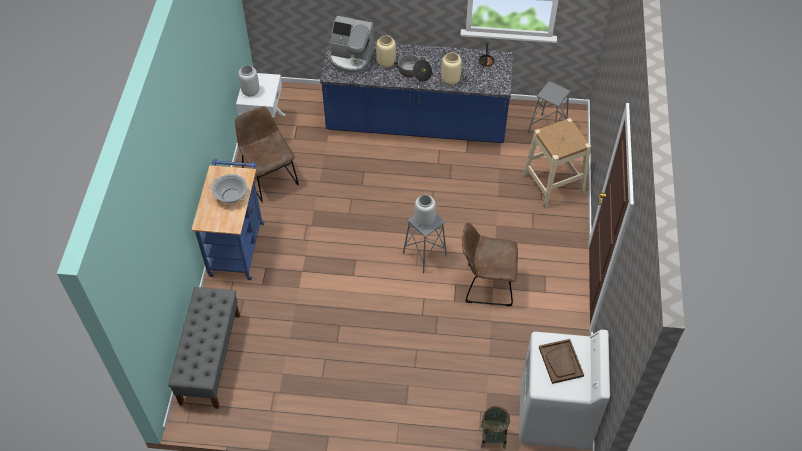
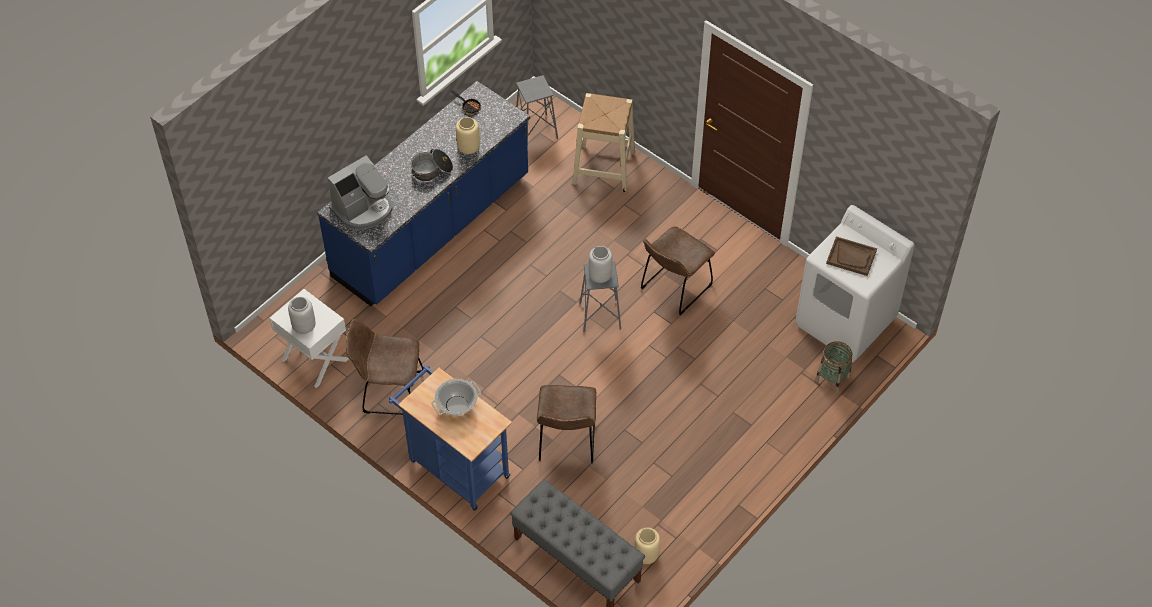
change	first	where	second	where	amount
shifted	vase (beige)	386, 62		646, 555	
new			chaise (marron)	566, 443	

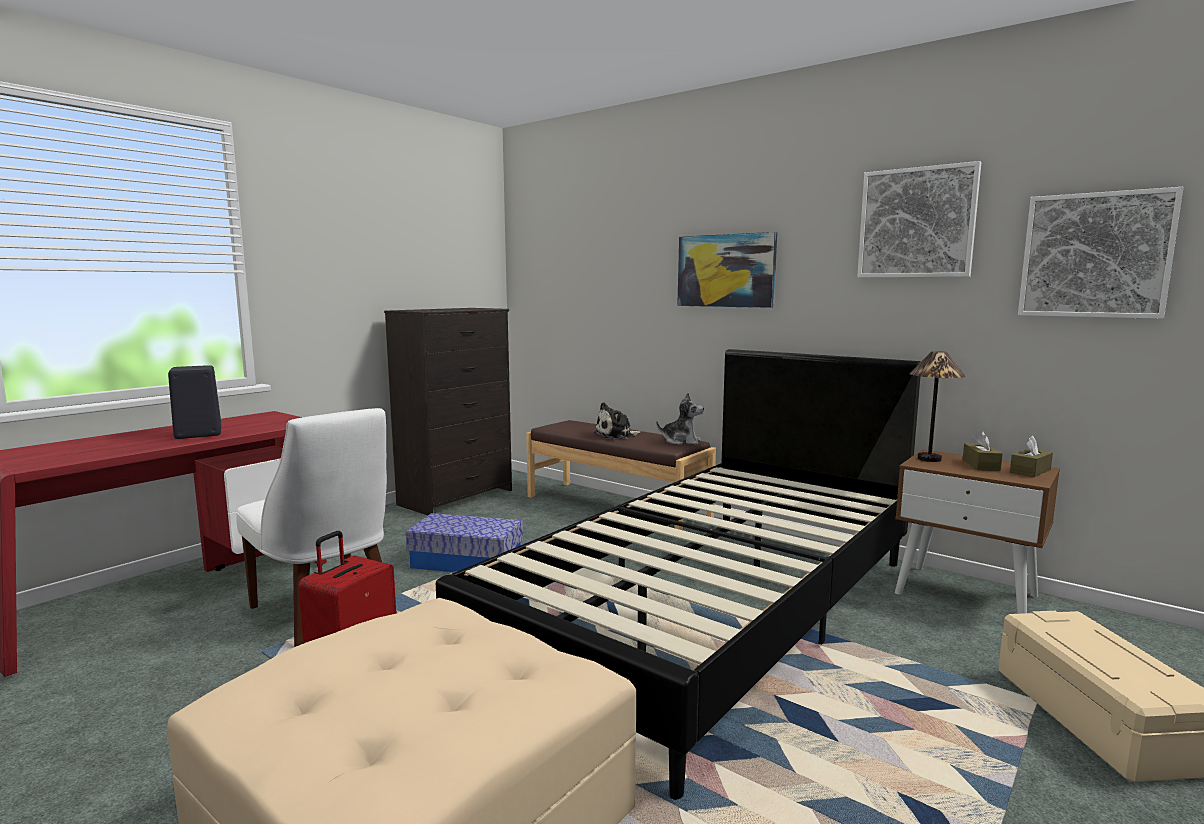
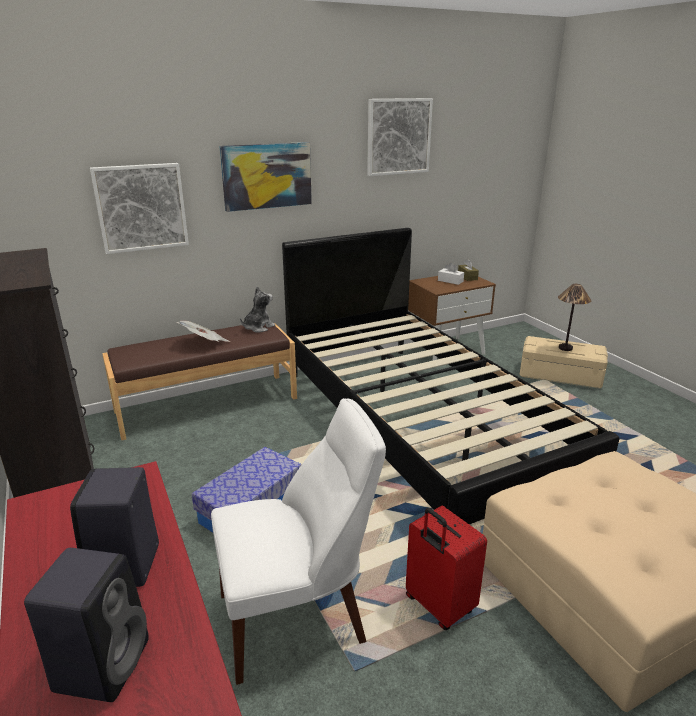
change	first	where	second	where	amount
shifted	tableau	1095, 255		141, 207	
shifted	lampe de table	929, 459		565, 348	
swapped	peluche	617, 435	journal	205, 343	
repainted	boîte à mouchoirs (marron)	981, 465	boîte à mouchoirs (blanc)	450, 281	
new			enceinte (noir)	103, 662	

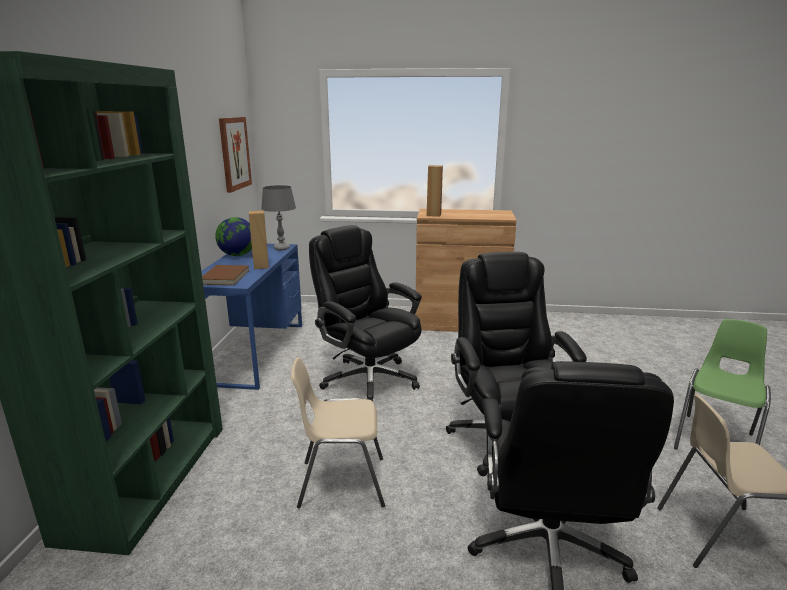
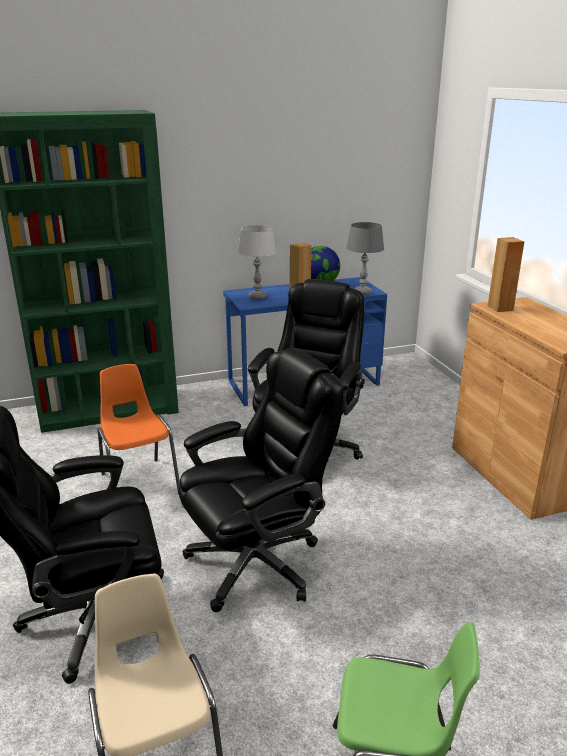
change	first	where	second	where	amount
gone	tableau	234, 153			
swapped	livre (marron)	226, 277	lampe de table (gris)	258, 297	
repainted	chaise (beige)	341, 482	chaise (orange)	139, 483	

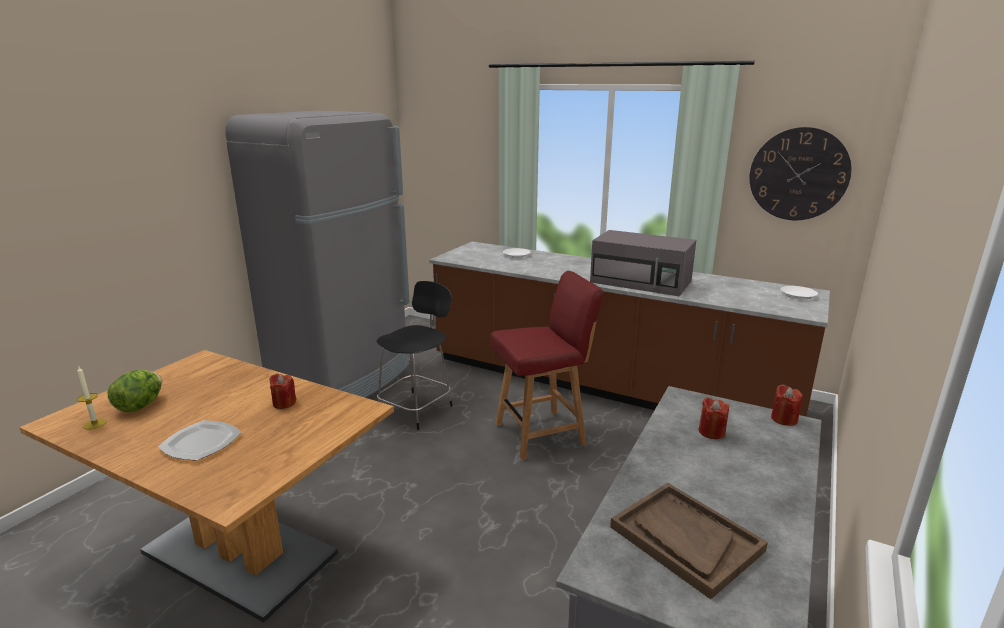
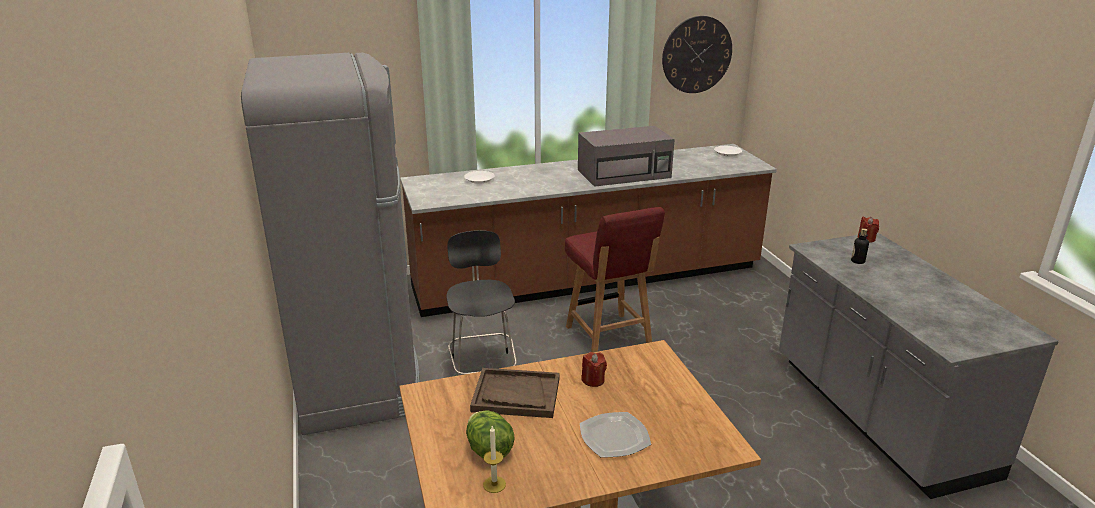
change	first	where	second	where	amount
rotated	chaise (rouge)	542, 433		609, 337	135 degrees clockwise
swapped	bougie (rouge)	711, 432	bouteille	857, 261	
shifted	plateau (marron)	685, 539		516, 395	

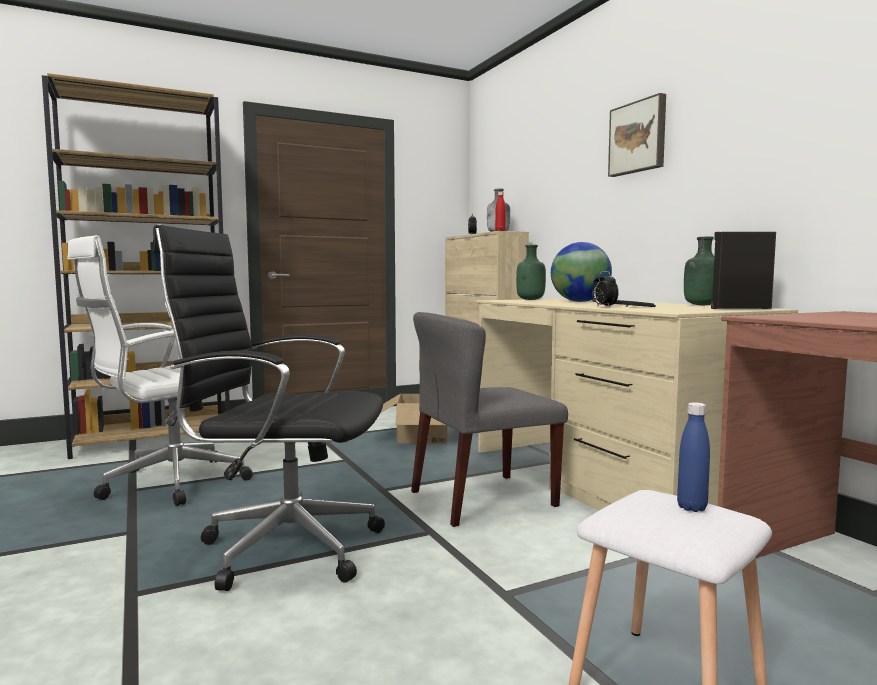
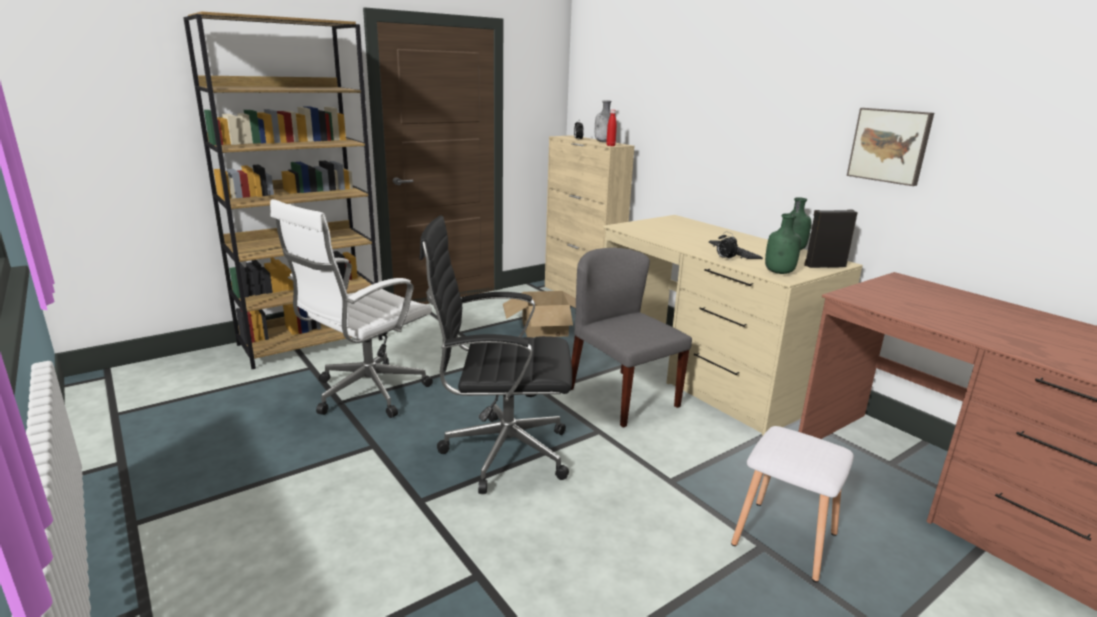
change	first	where	second	where	amount
shifted	tableau	638, 137		890, 145	
gone	globe	580, 301			
shifted	bouteille (vert)	531, 299		779, 272	
rotated	chaise (gris)	482, 499		622, 397	90 degrees clockwise
gone	bouteille (bleu)	692, 507			

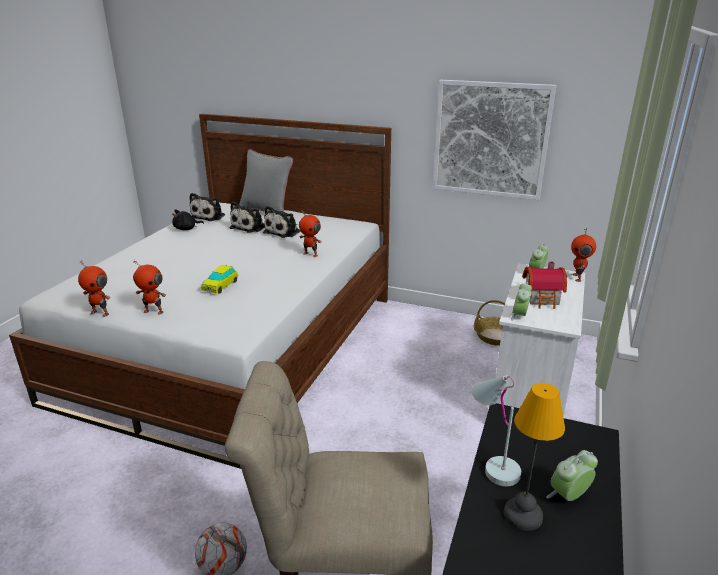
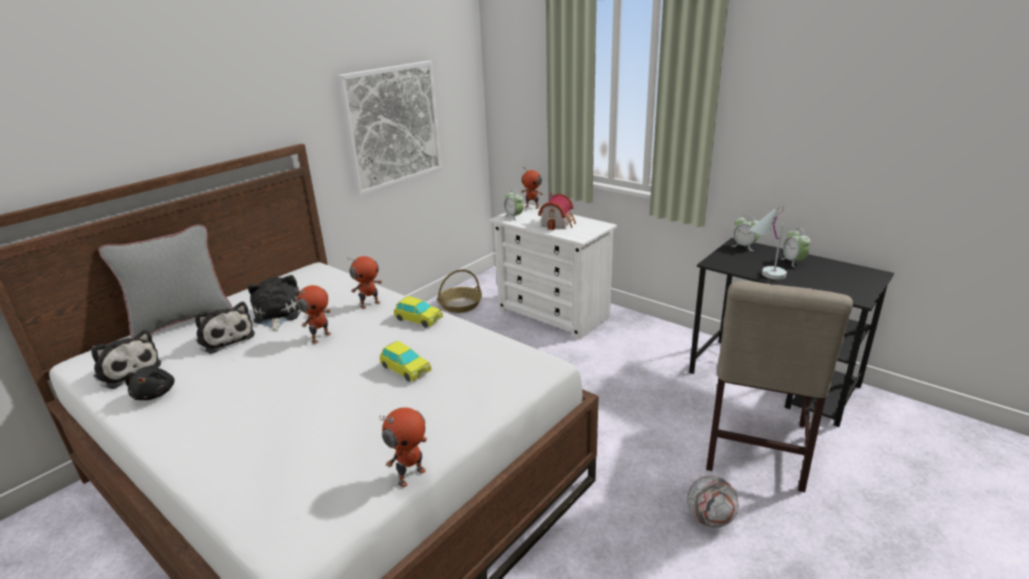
change	first	where	second	where	amount
rotated	peluche	284, 232		277, 315	150 degrees counterclockwise
shifted	robot jouet	154, 311		320, 337	
shifted	réveil	519, 316		744, 246	
gone	lampe de table	524, 514			
new			petite voiture	419, 319	

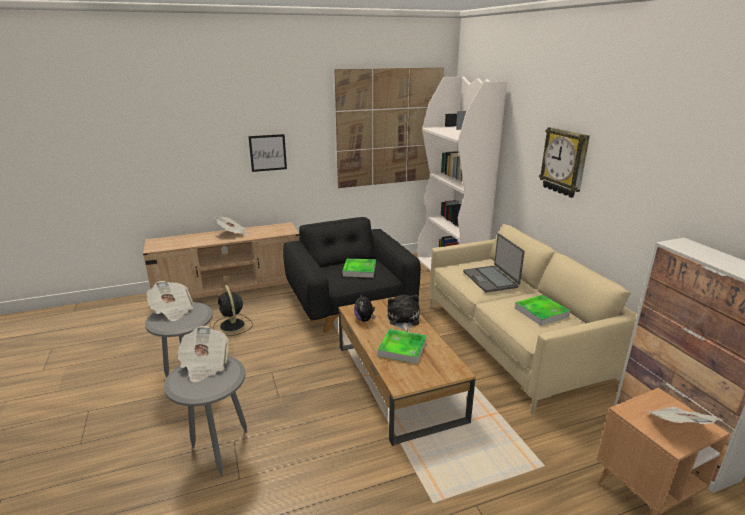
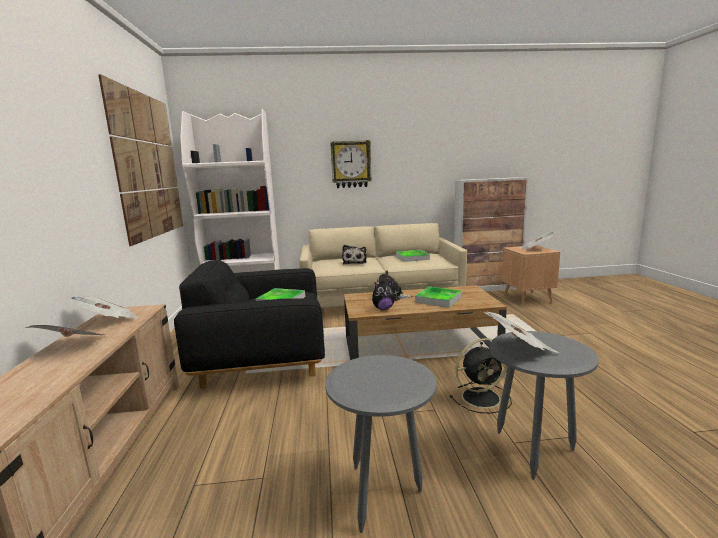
change	first	where	second	where	amount
gone	tableau	268, 152			
swapped	ordinateur portable	491, 279	peluche	355, 262	
shifted	journal	172, 310		109, 321	
shifted	ventilateur (noir)	232, 326		482, 397	

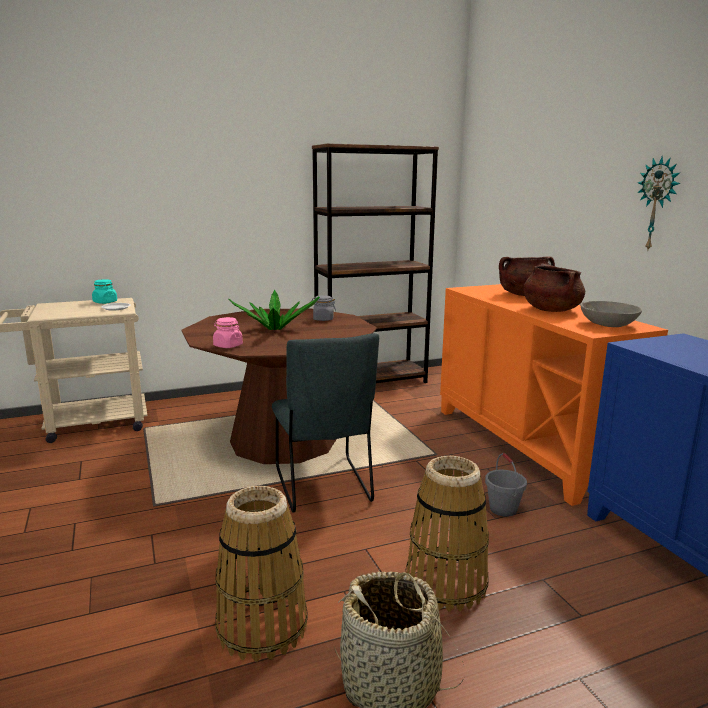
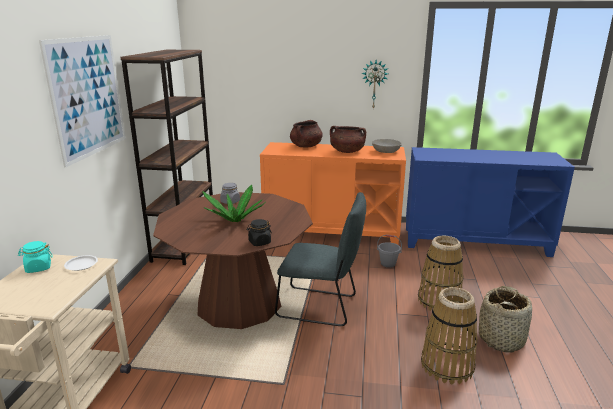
change	first	where	second	where	amount
repainted	bocal (rose)	228, 346	bocal (noir)	259, 242	
new			tableau	88, 97	

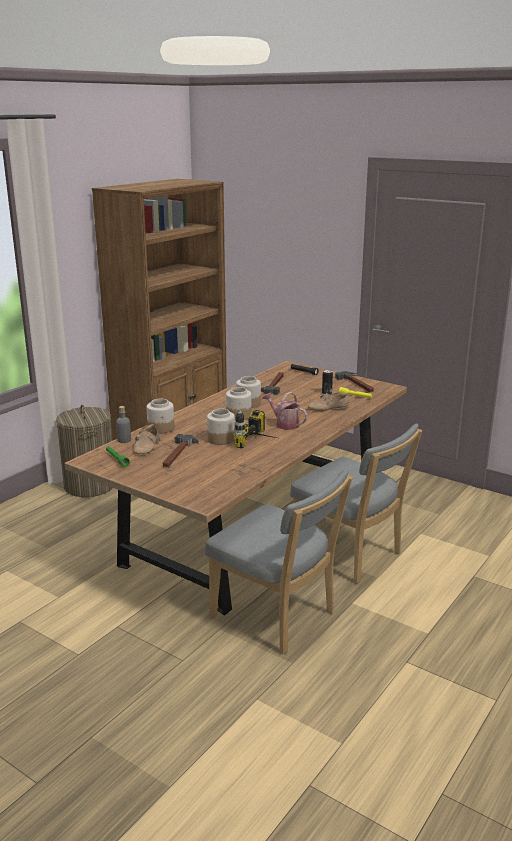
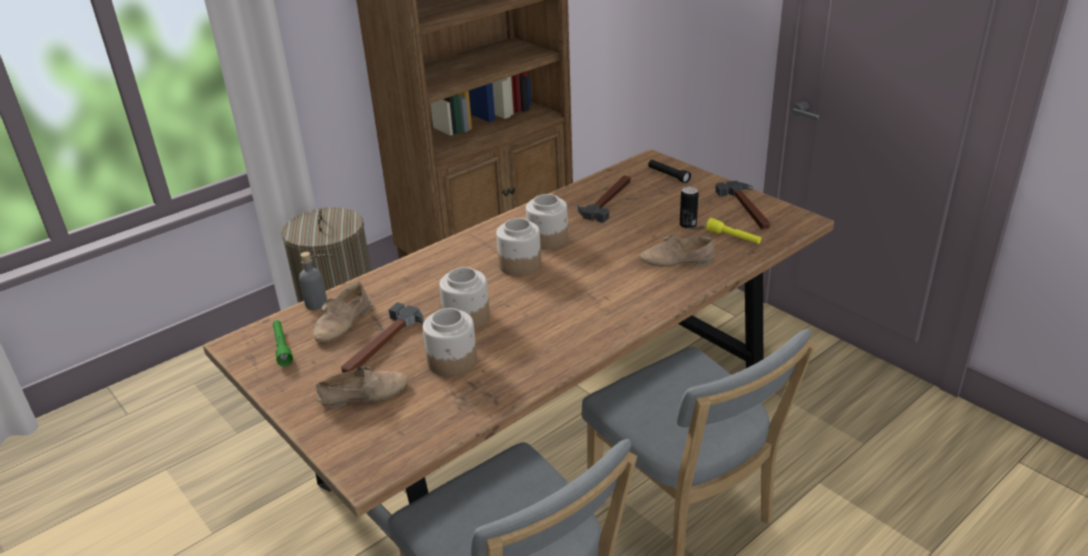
change	first	where	second	where	amount
gone	arrosoir	284, 424			
shifted	bocal	161, 428		453, 361	
gone	perceuse	261, 444			
new			chaussure (beige)	364, 393	

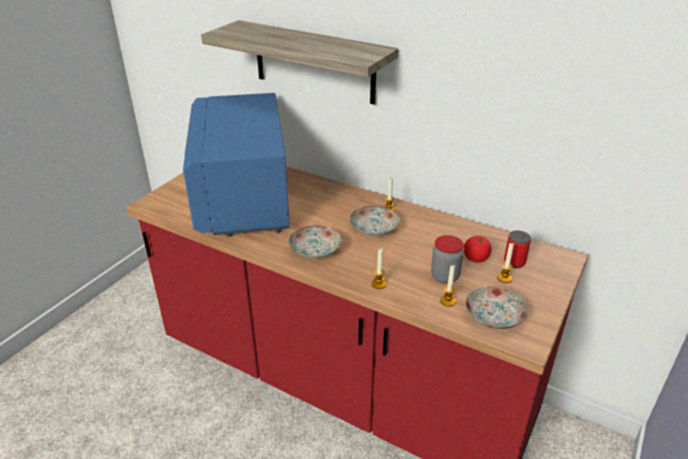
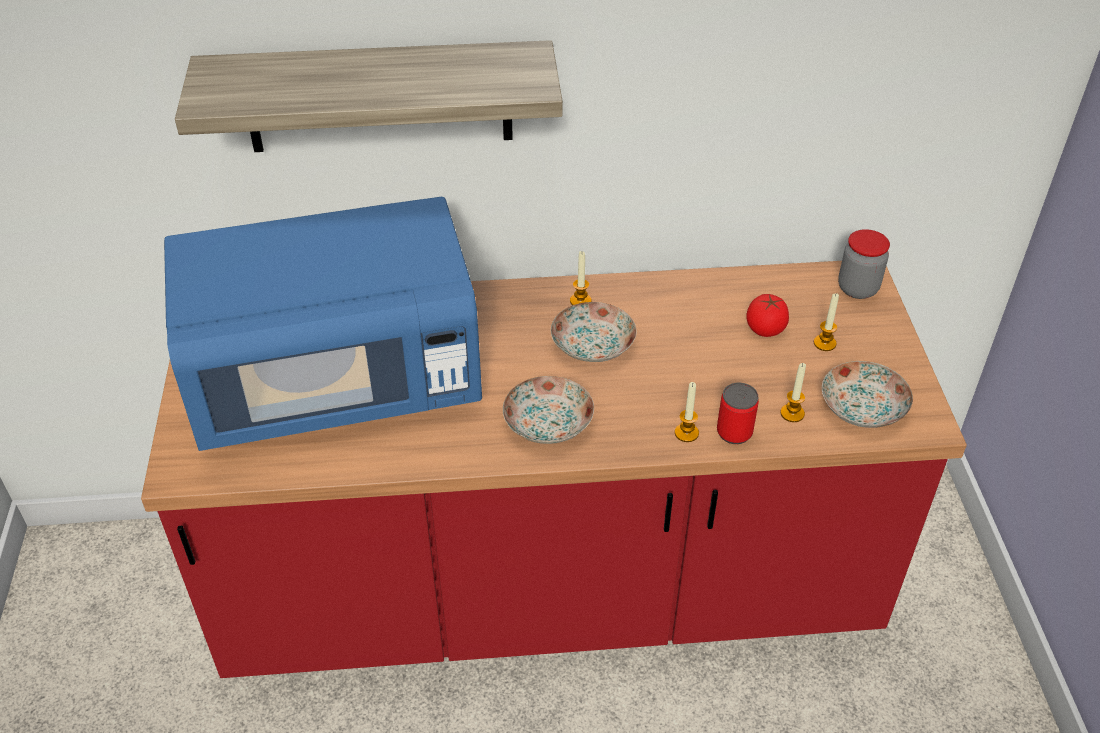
change	first	where	second	where	amount
rotated	micro-ondes (bleu)	244, 198		337, 383	60 degrees counterclockwise
shifted	boîte métallique	514, 262		734, 432	
shifted	bocal	445, 276		857, 288	

